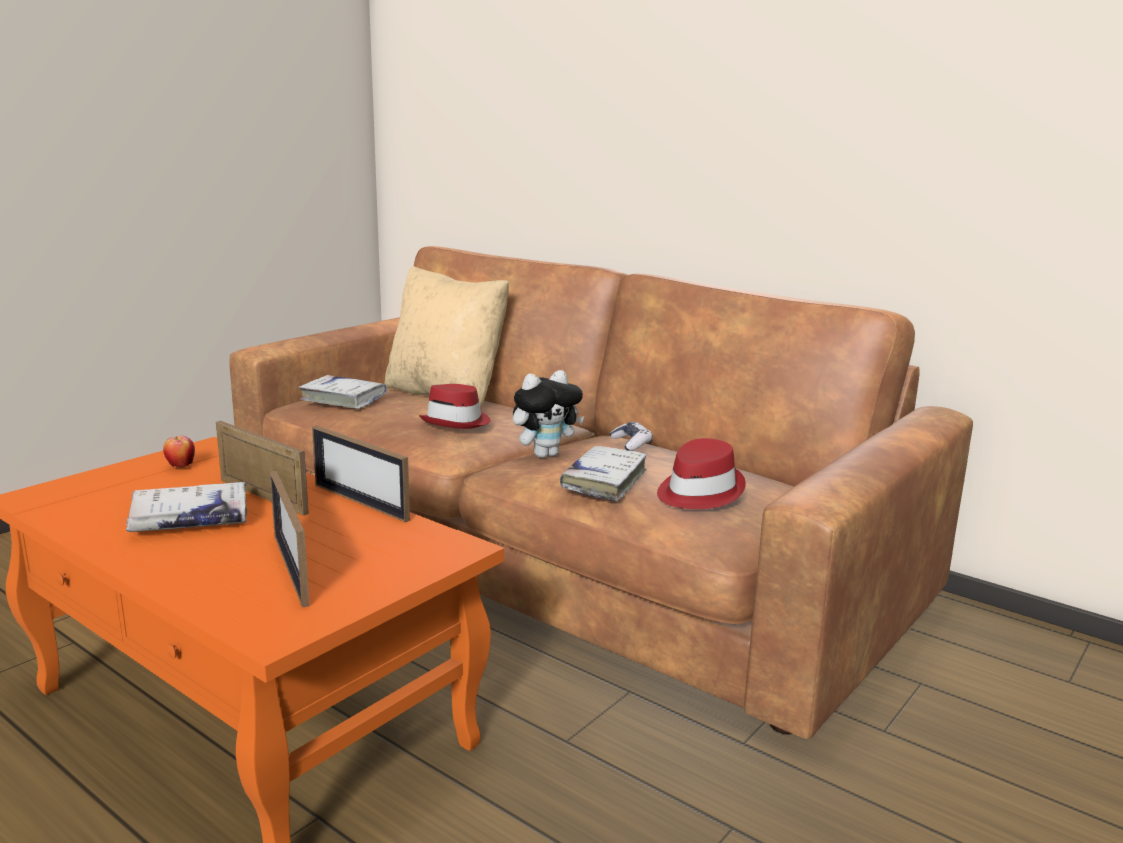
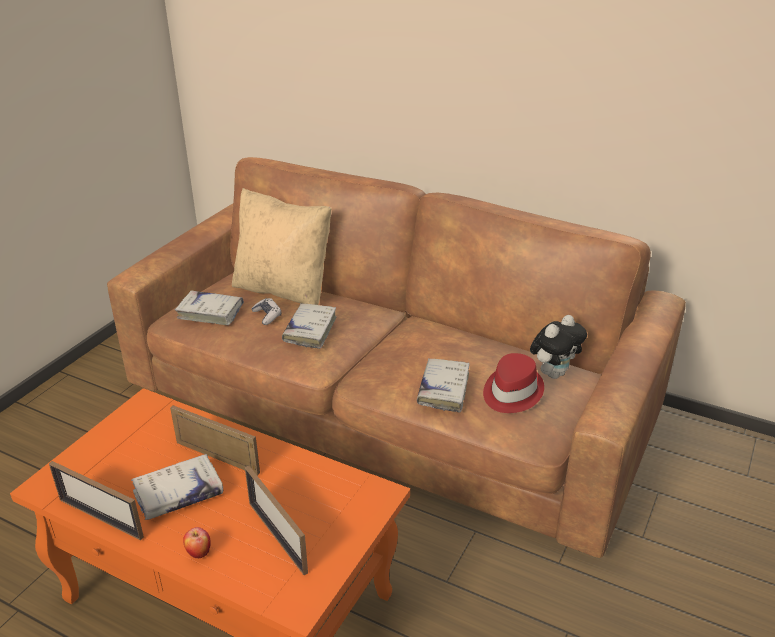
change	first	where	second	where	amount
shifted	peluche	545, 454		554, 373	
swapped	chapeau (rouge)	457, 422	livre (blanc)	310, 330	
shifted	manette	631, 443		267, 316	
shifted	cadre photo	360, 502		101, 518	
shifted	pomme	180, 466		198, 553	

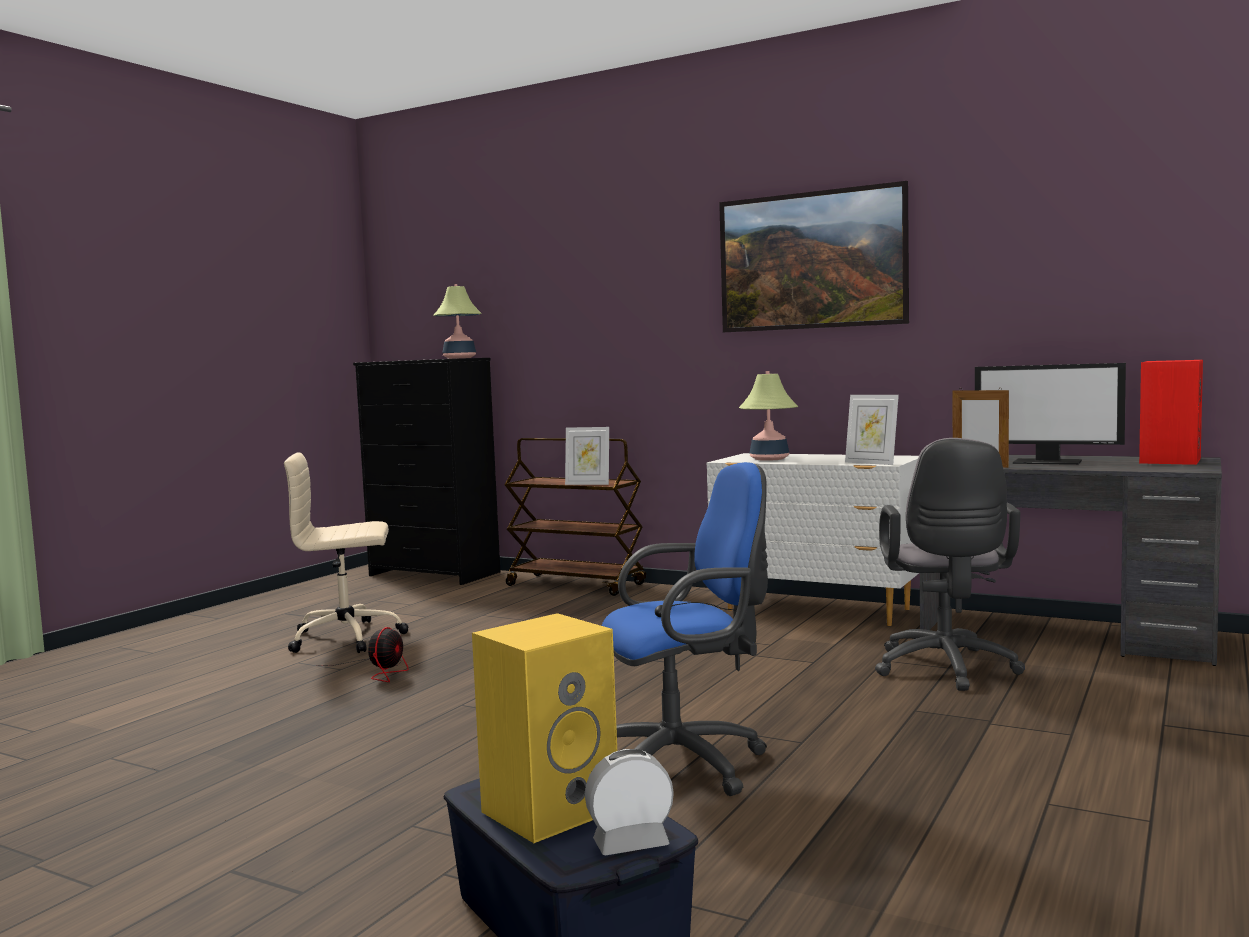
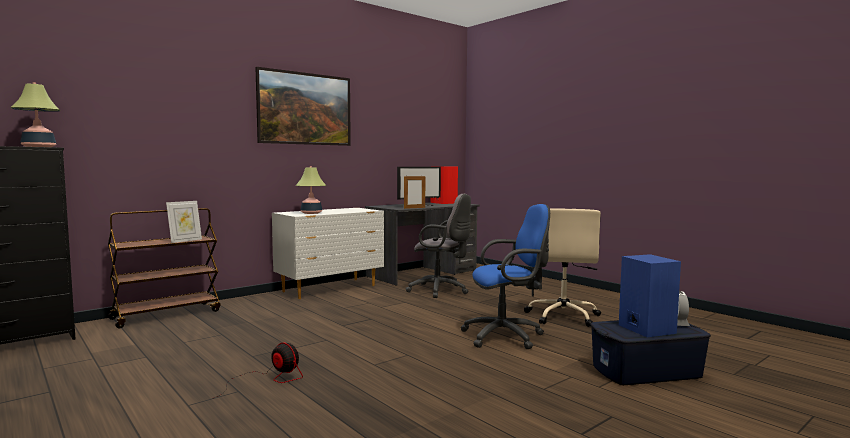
change	first	where	second	where	amount
gone	cadre photo	871, 463			
shifted	chaise de bureau (beige)	348, 638		563, 316	
rotated	chaise de bureau (bleu)	686, 764		507, 336	75 degrees clockwise
repainted	enceinte (jaune)	551, 809	enceinte (bleu)	645, 329	

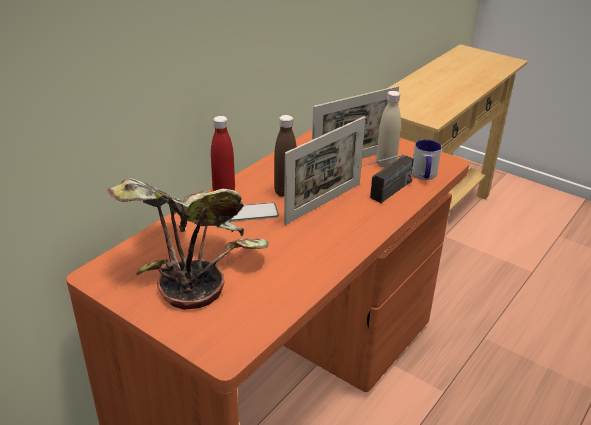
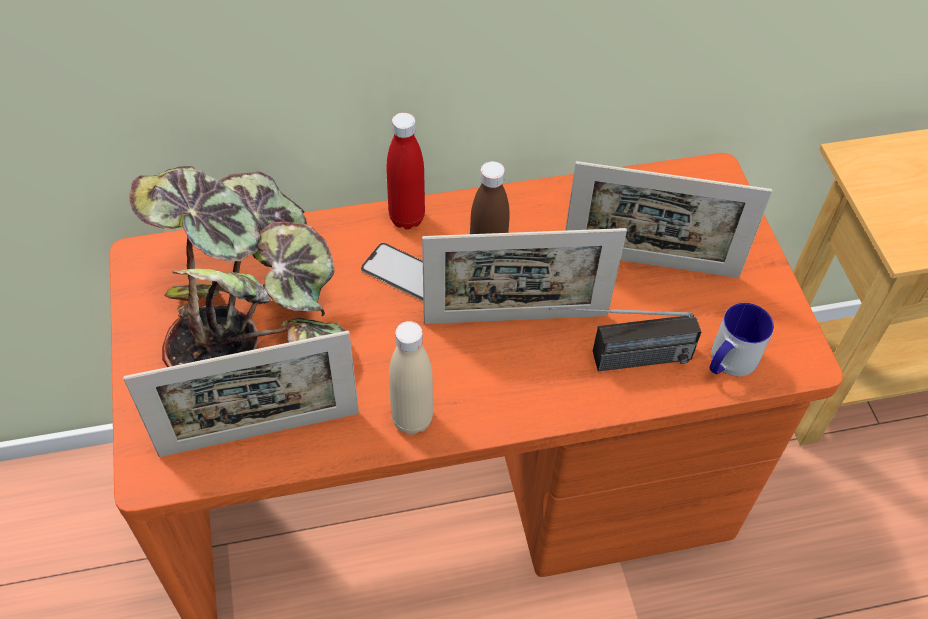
change	first	where	second	where	amount
shifted	bouteille (beige)	386, 164		412, 419	
new			cadre photo	260, 433	

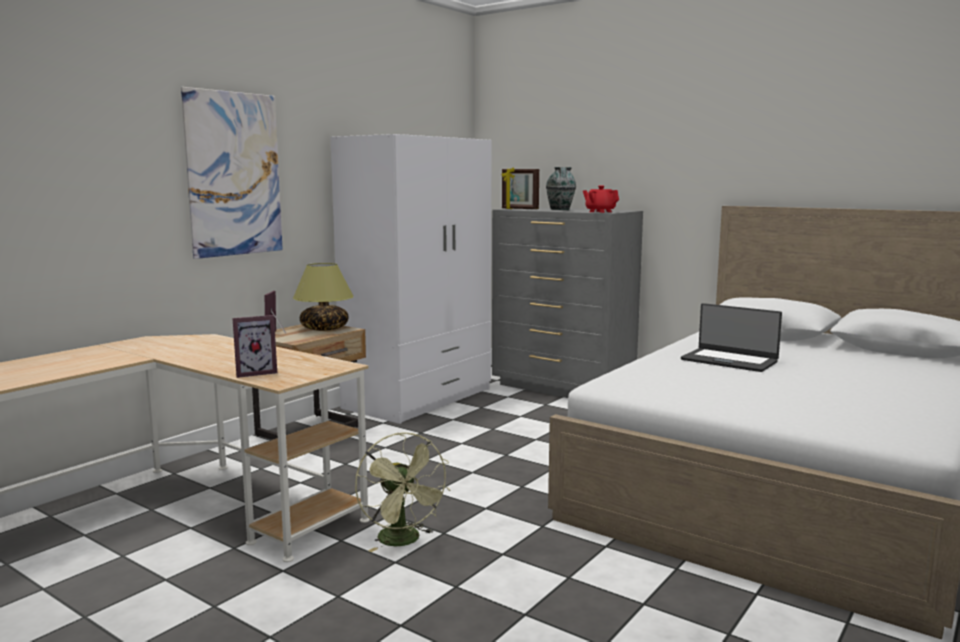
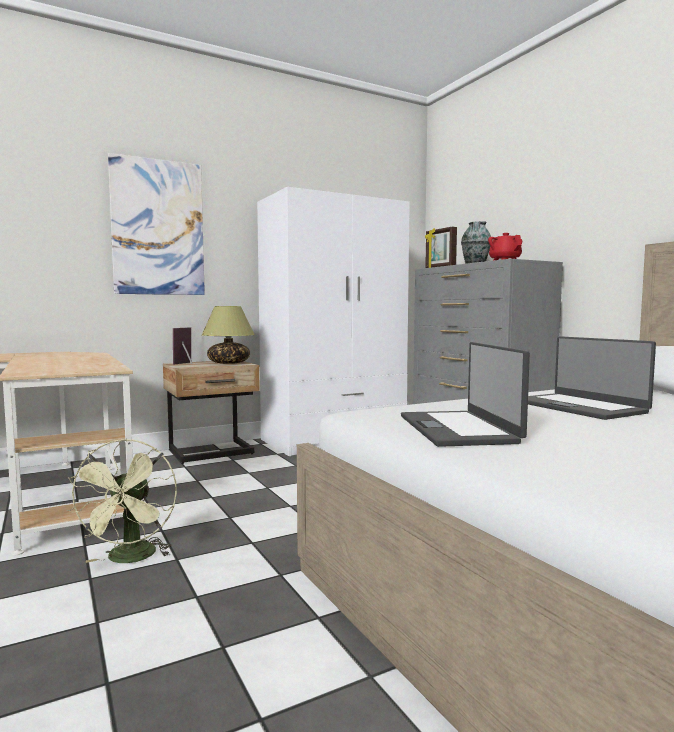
change	first	where	second	where	amount
gone	cadre photo	255, 372			
new			ordinateur portable	458, 429	

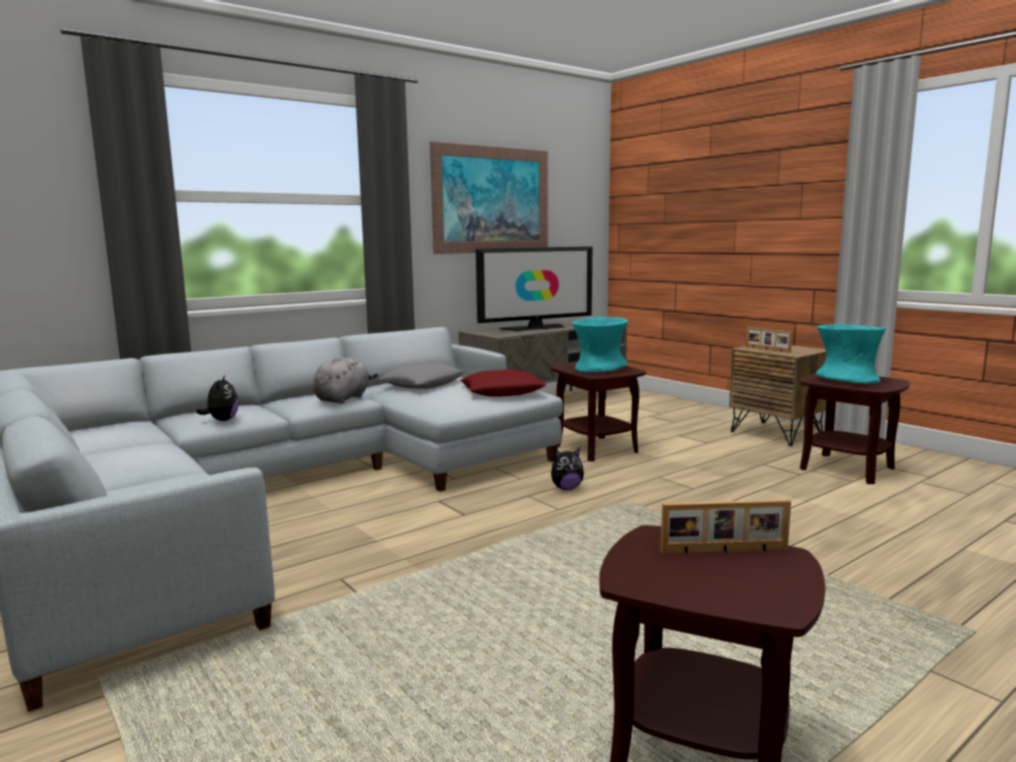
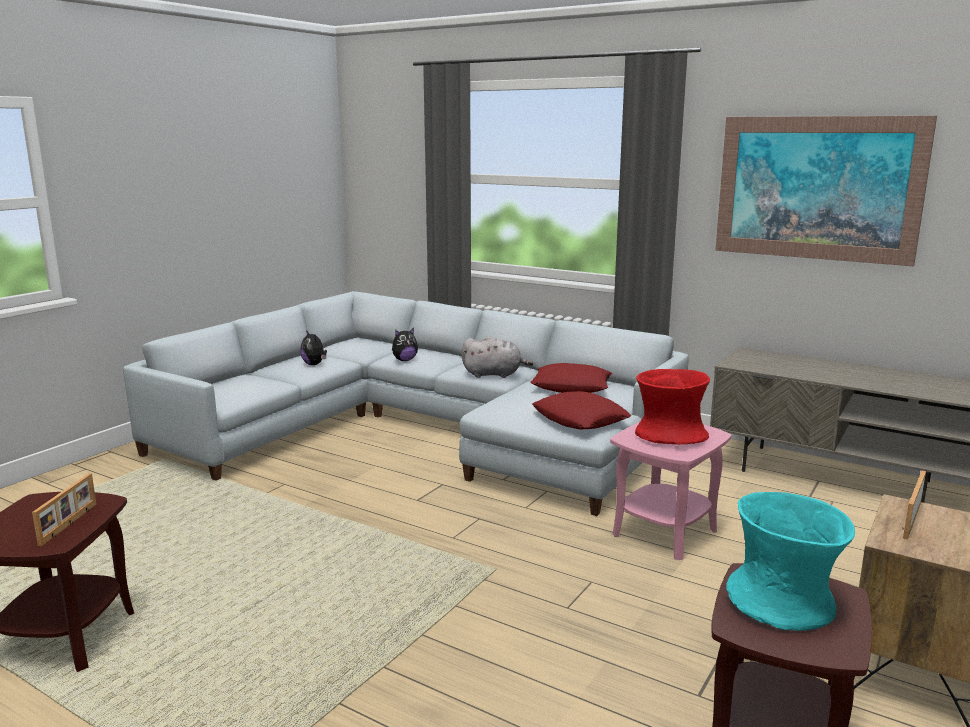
change	first	where	second	where	amount
gone	téléviseur	535, 328			
repainted	vase (turquoise)	599, 369	vase (rouge)	670, 437	
repainted	coussin (gris)	423, 384	coussin (rouge)	571, 386	
repainted	table d'appoint (marron)	596, 448	table d'appoint (rose)	664, 532	
shifted	peluche	566, 488		314, 364	
rotated	cadre photo	724, 551		70, 524	150 degrees counterclockwise

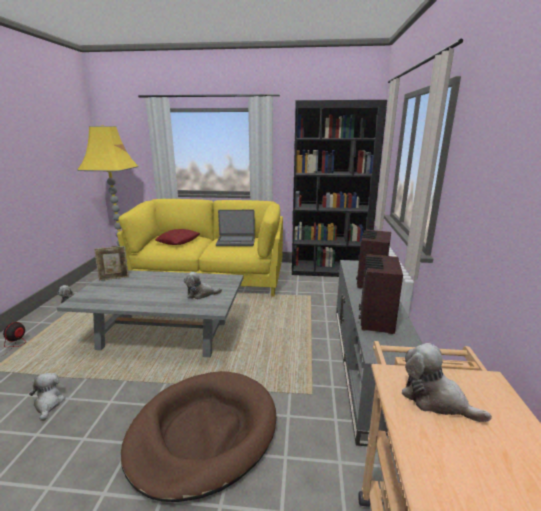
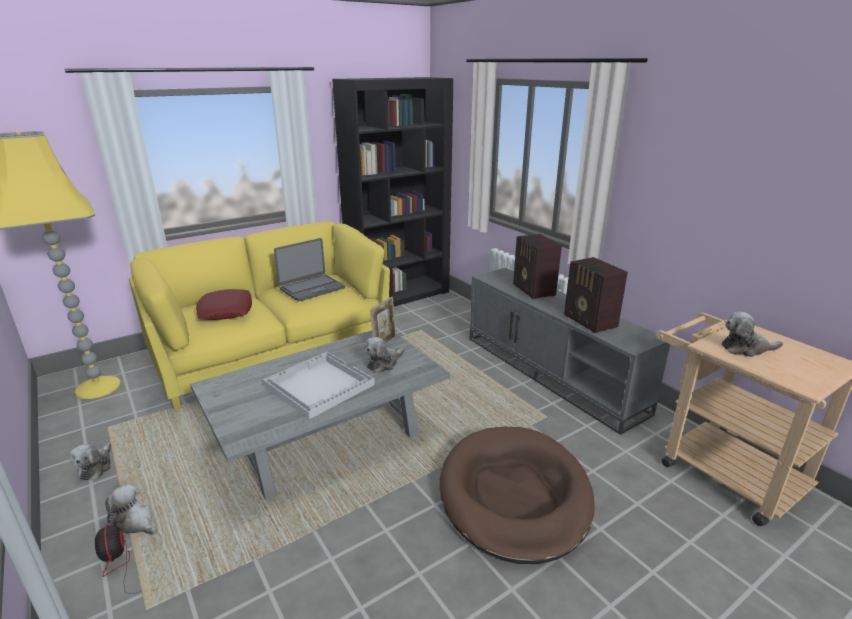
change	first	where	second	where	amount
shifted	cadre photo	114, 278		384, 344	
shifted	peluche	48, 404		135, 522	
new			plateau (blanc)	318, 385	

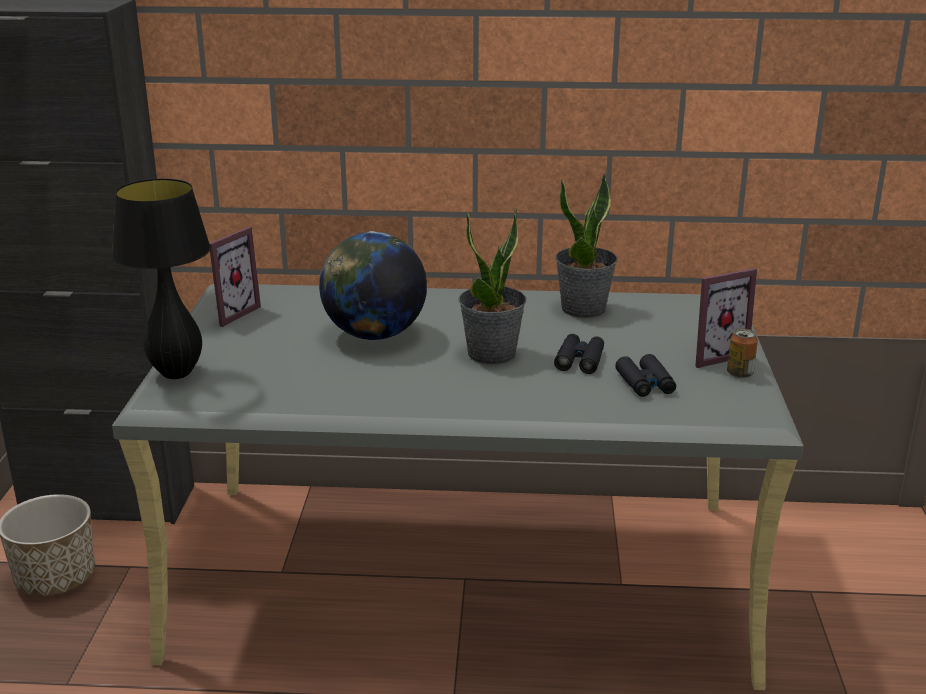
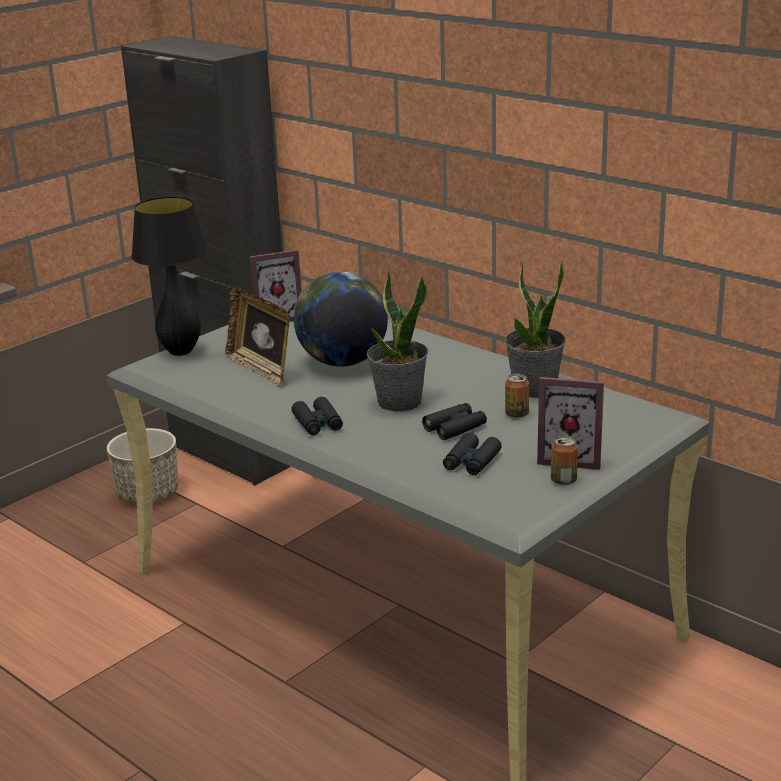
change	first	where	second	where	amount
new			cadre photo	261, 369	
new			boîte métallique	516, 414	
new			jumelles (noir)	318, 423	

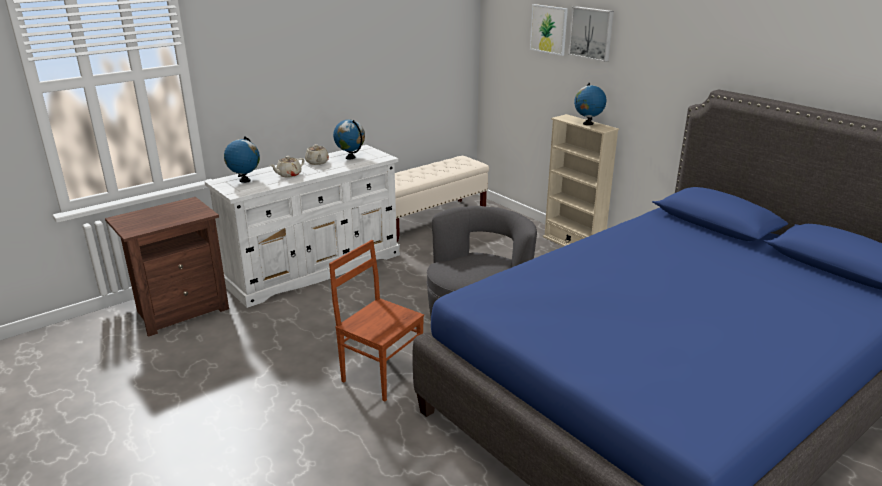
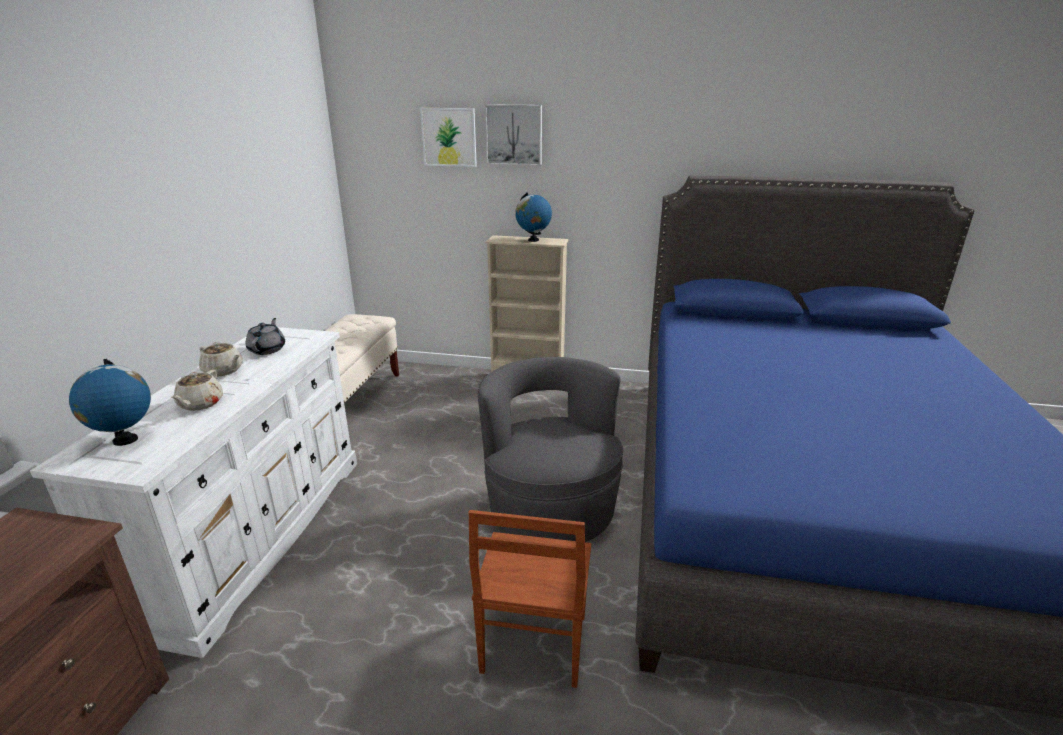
change	first	where	second	where	amount
swapped	globe	350, 157	théière (gris)	267, 349	
rotated	chaise (marron)	382, 374		532, 645	75 degrees counterclockwise

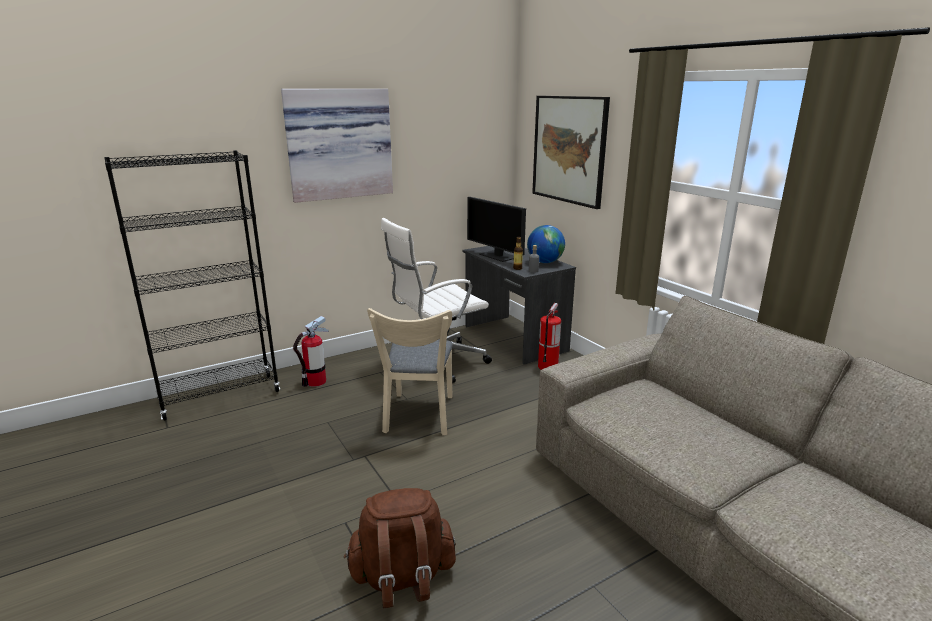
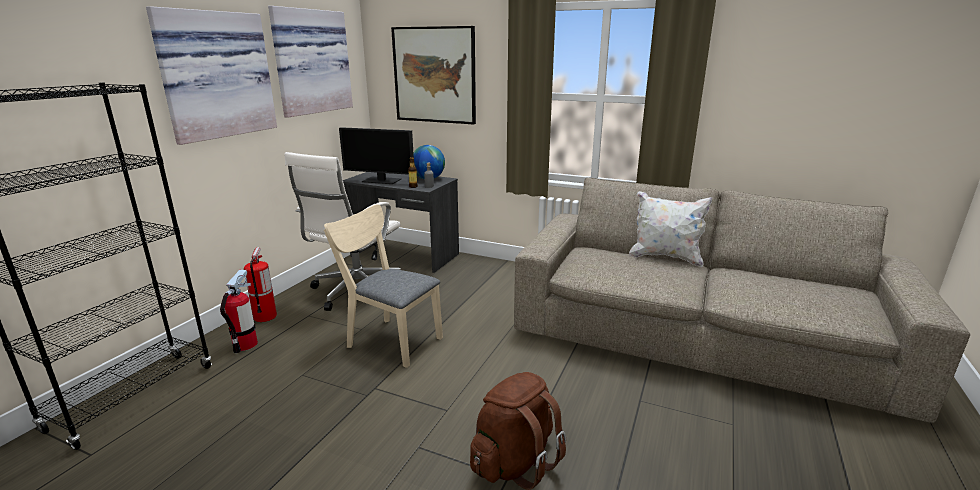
change	first	where	second	where	amount
shifted	extincteur	548, 367		265, 316	
rotated	chaise (beige)	418, 417		389, 340	150 degrees clockwise
new			tableau	310, 62	
new			coussin (blanc)	665, 257	

